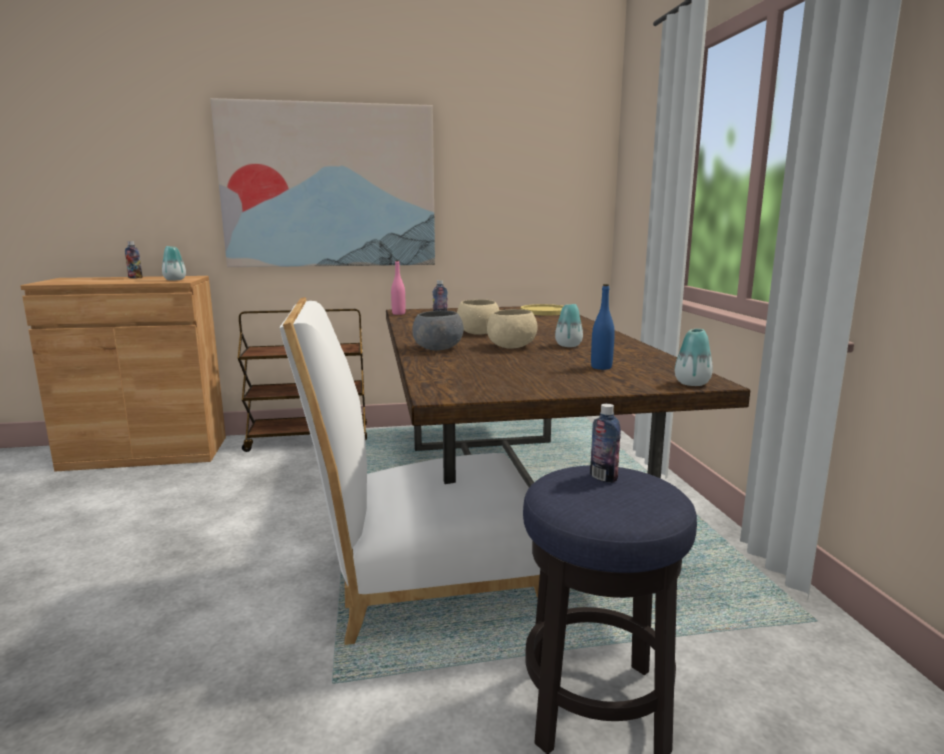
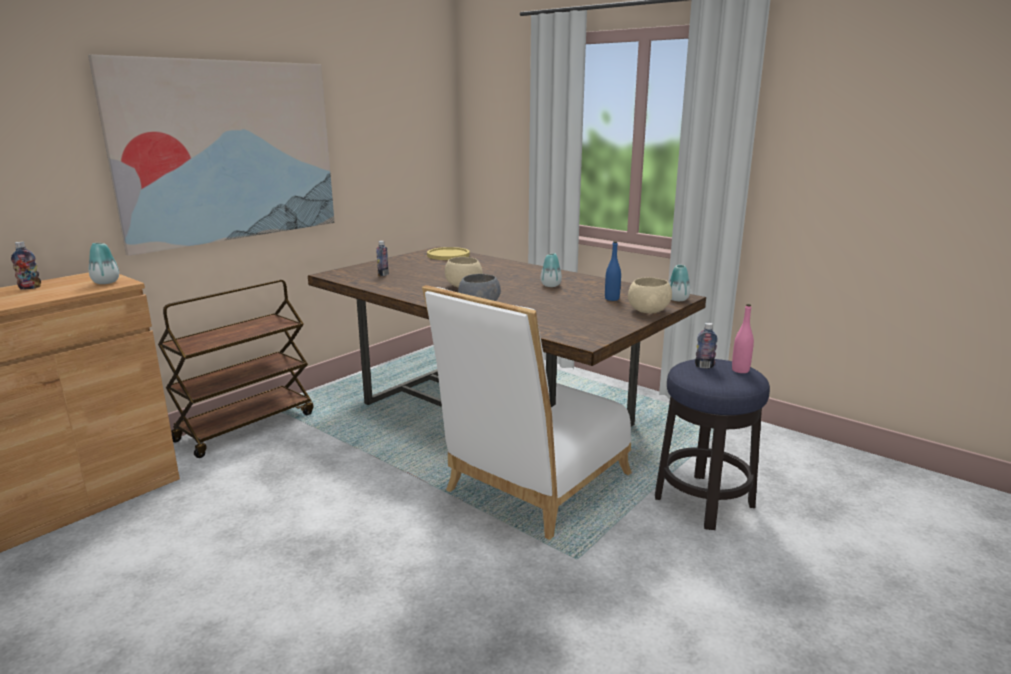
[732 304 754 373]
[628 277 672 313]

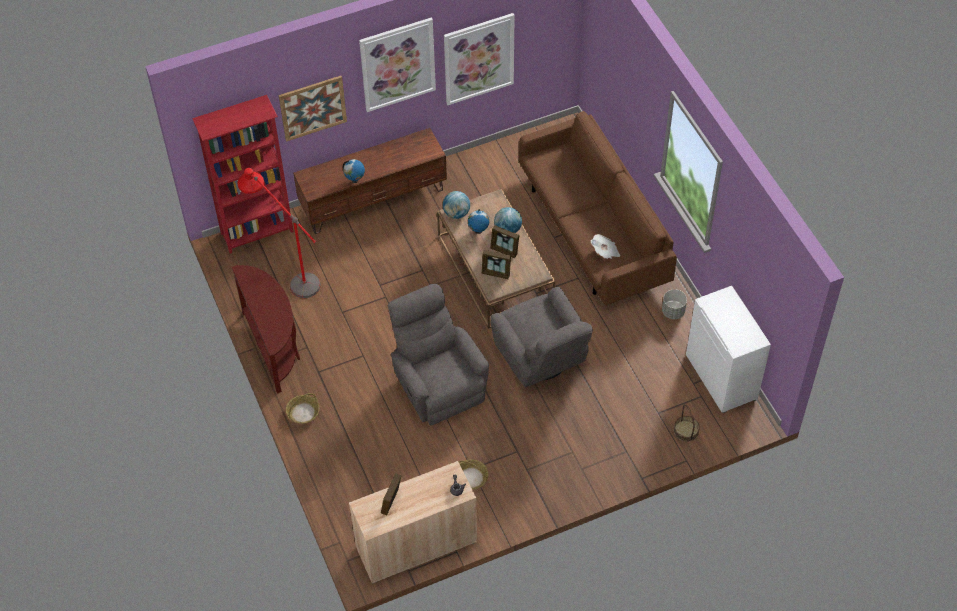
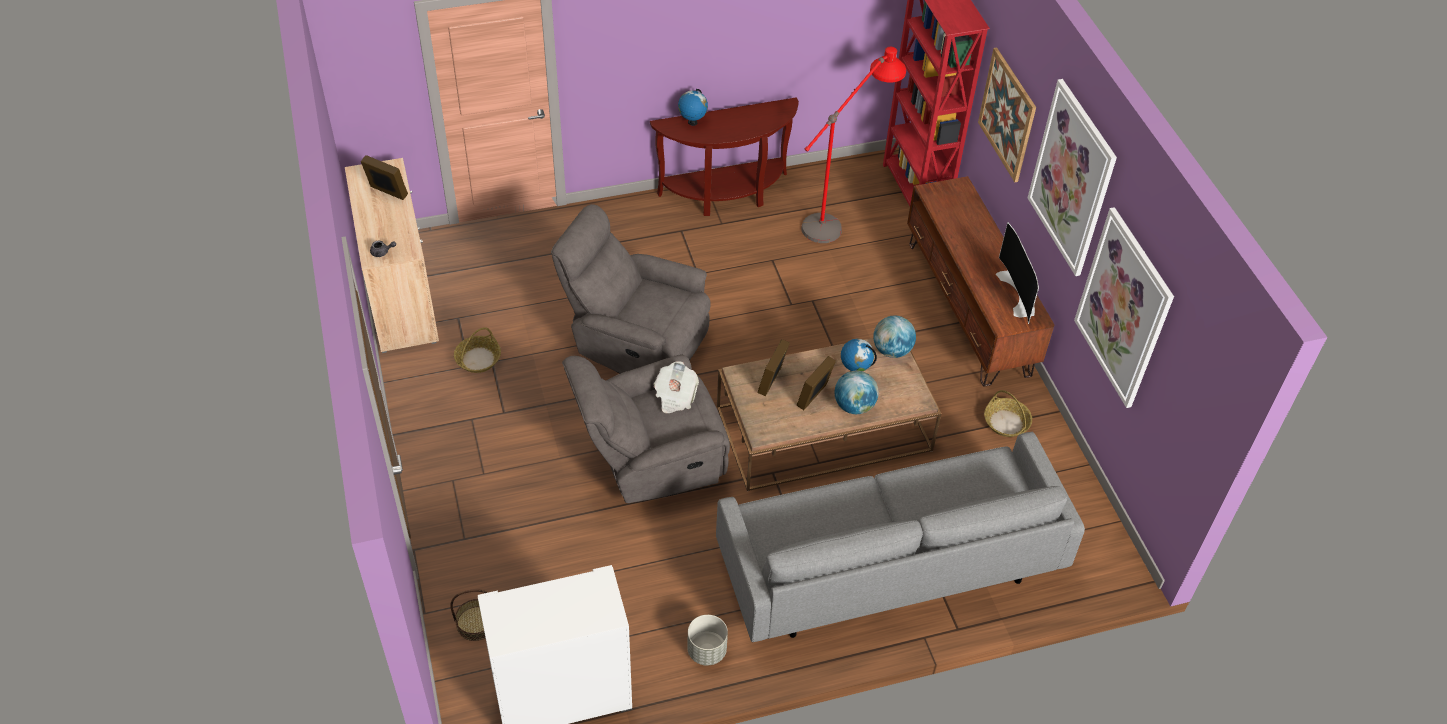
[984 390 1032 437]
[678 89 708 126]
[551 204 711 374]
[716 432 1085 642]
[654 361 699 413]
[996 222 1039 324]

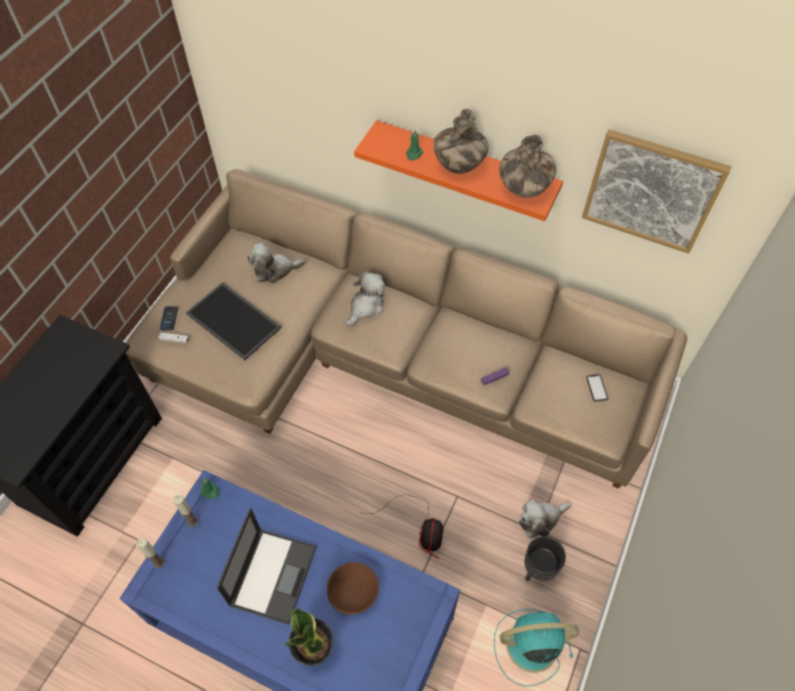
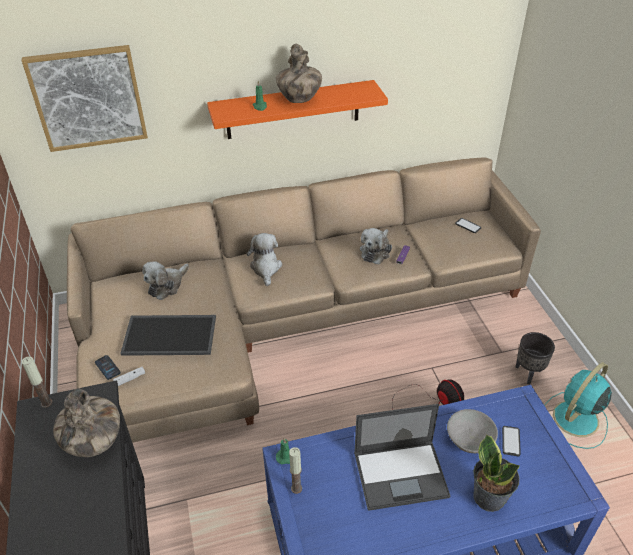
[21 356 52 408]
[354 404 450 511]
[447 409 498 453]
[53 388 120 457]
[360 228 392 265]
[22 45 148 152]
[502 426 521 456]

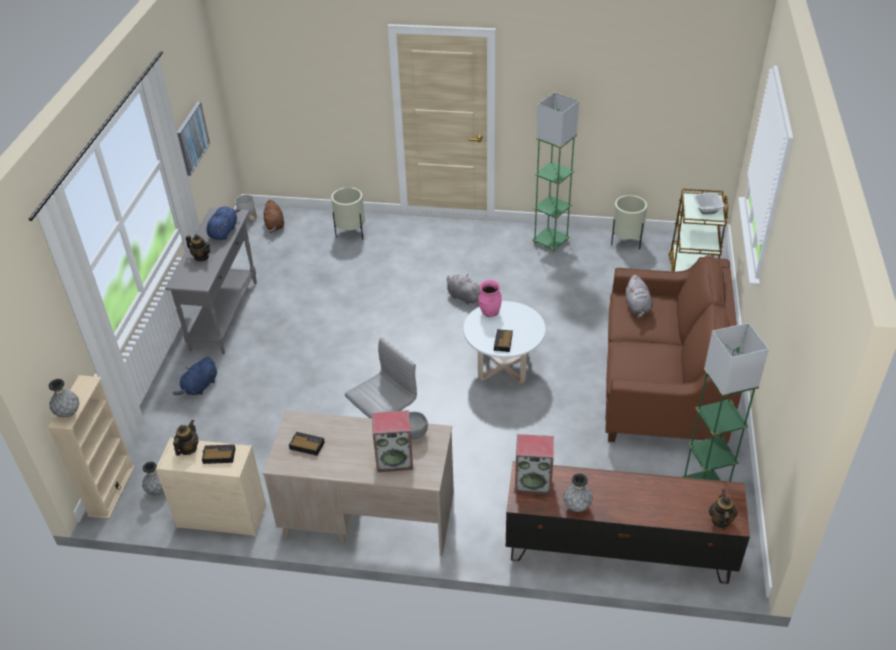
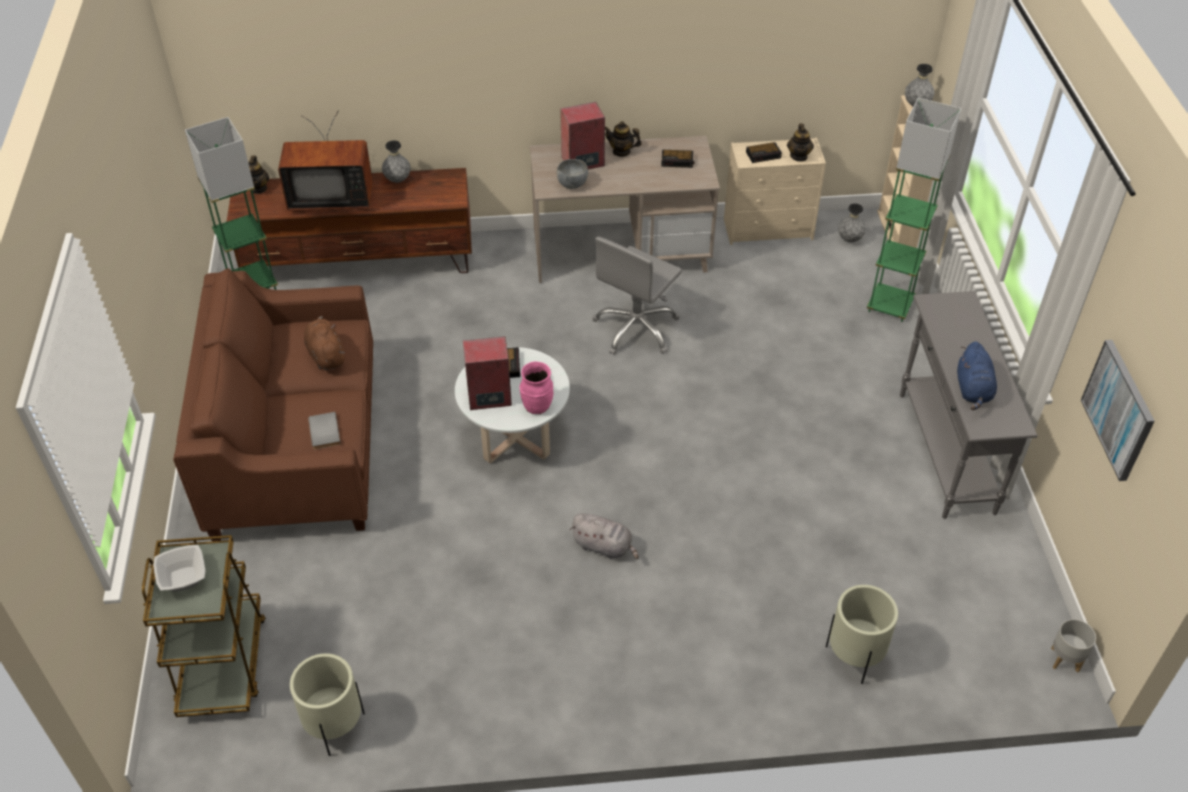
[173 357 217 395] (first image)
[605 121 642 157]
[304 316 344 370]
[463 336 512 410]
[867 98 961 322]
[308 412 341 449]
[278 110 373 211]

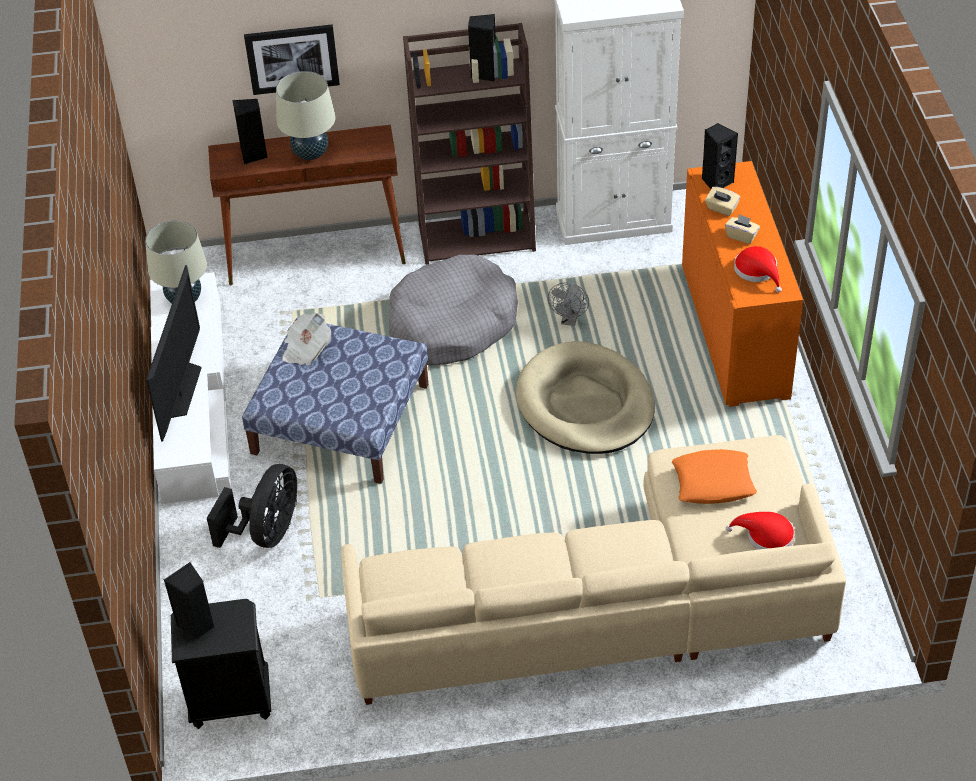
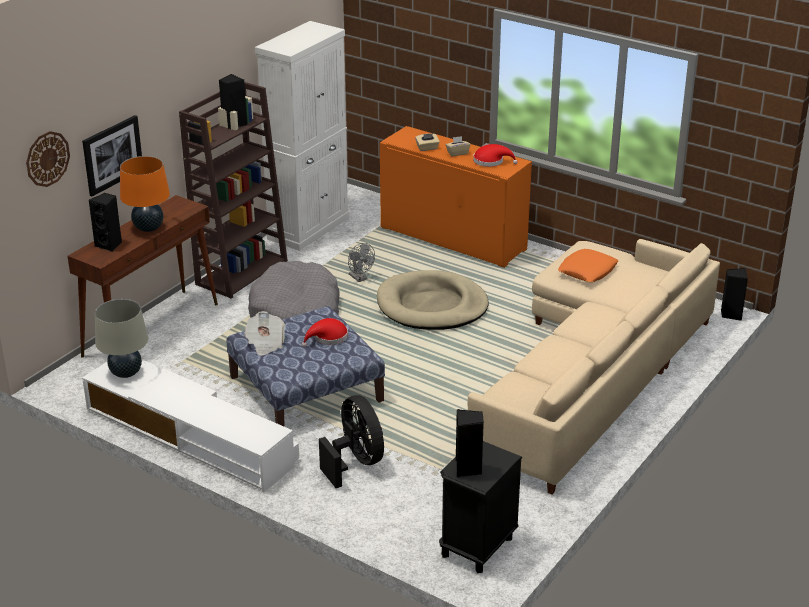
[146 265 202 442] (first image)
[120 156 170 232]
[721 268 748 321]
[302 318 348 347]
[26 131 70 187]

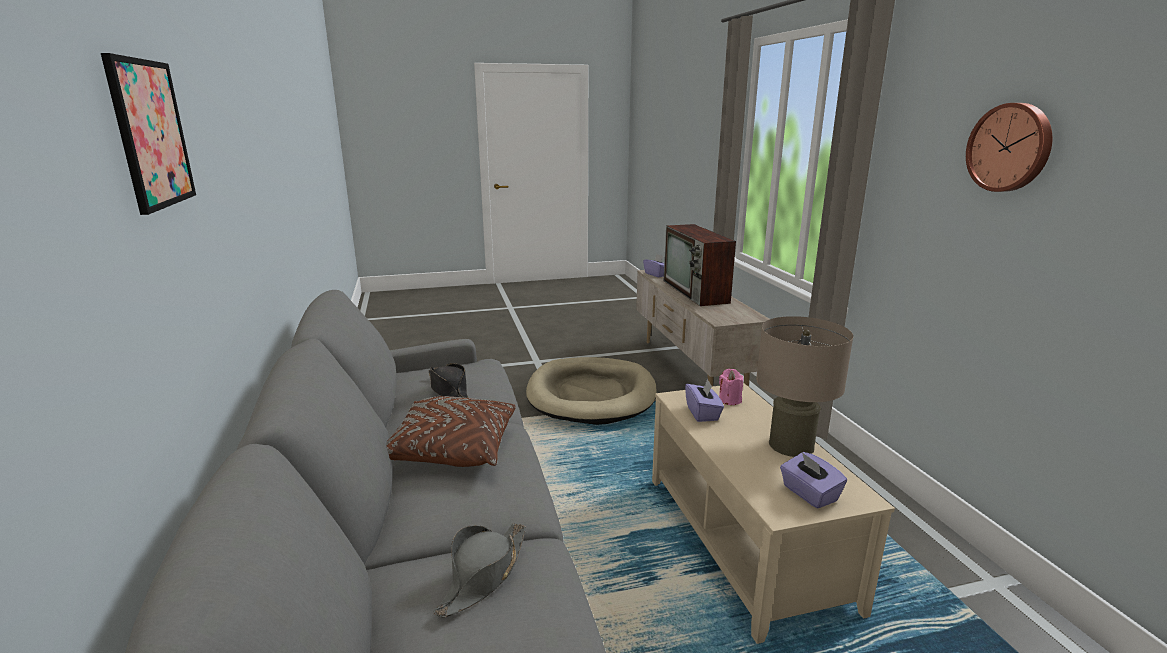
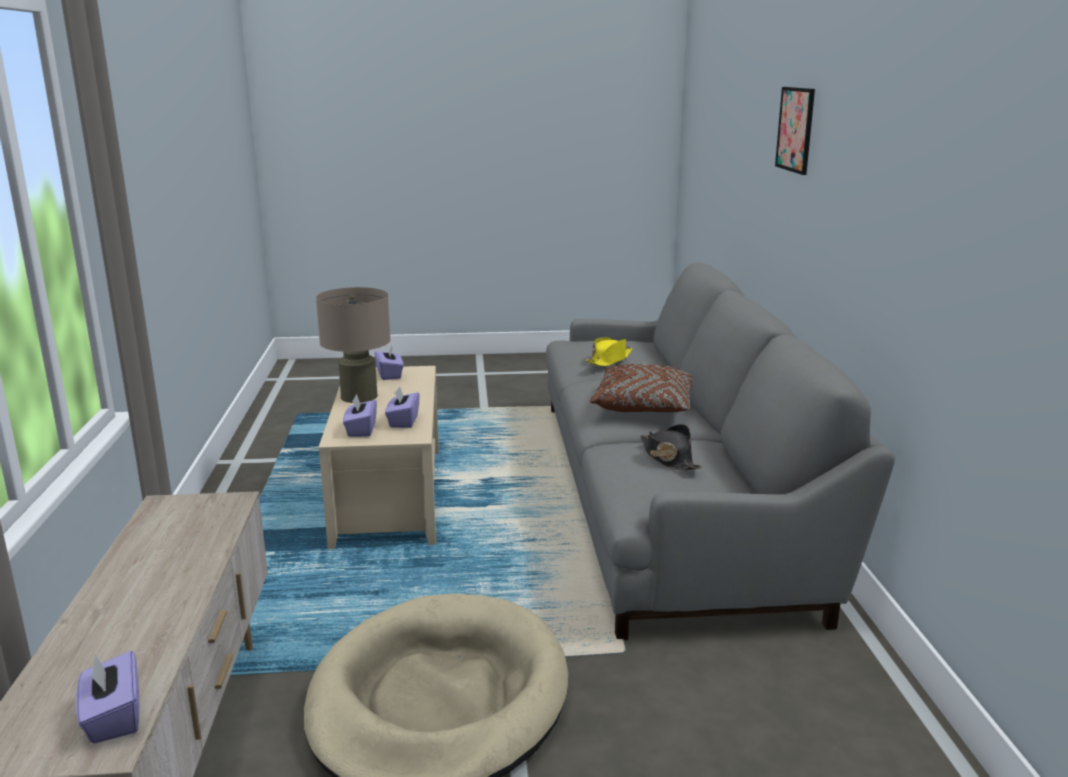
[586 337 632 367]
[664 224 736 306] (first image)
[343 394 377 437]
[966 103 1052 192] (first image)

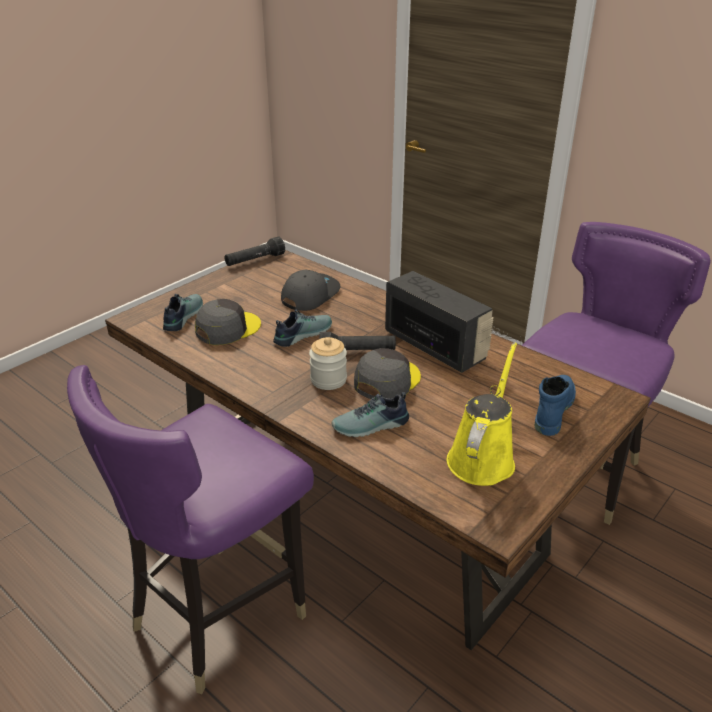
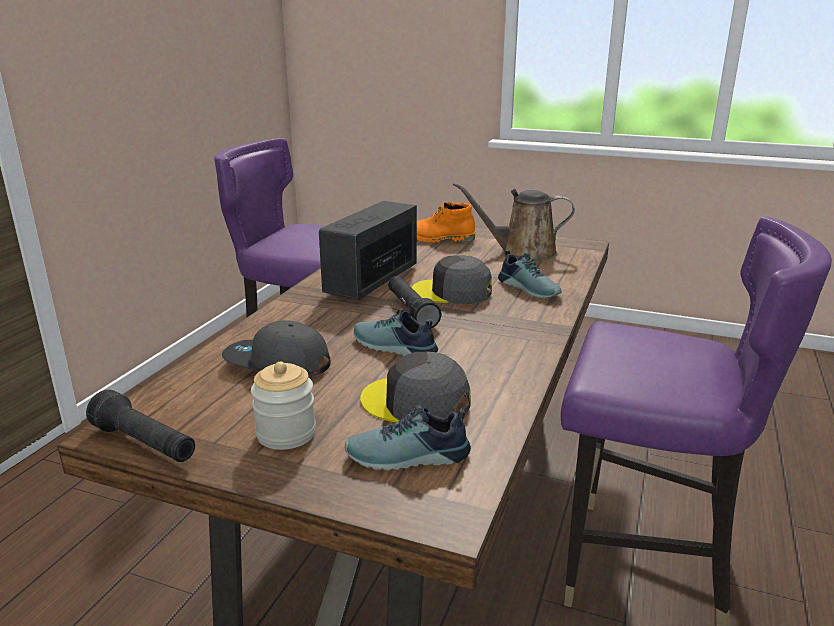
[251 362 316 450]
[453 182 575 261]
[417 202 475 243]

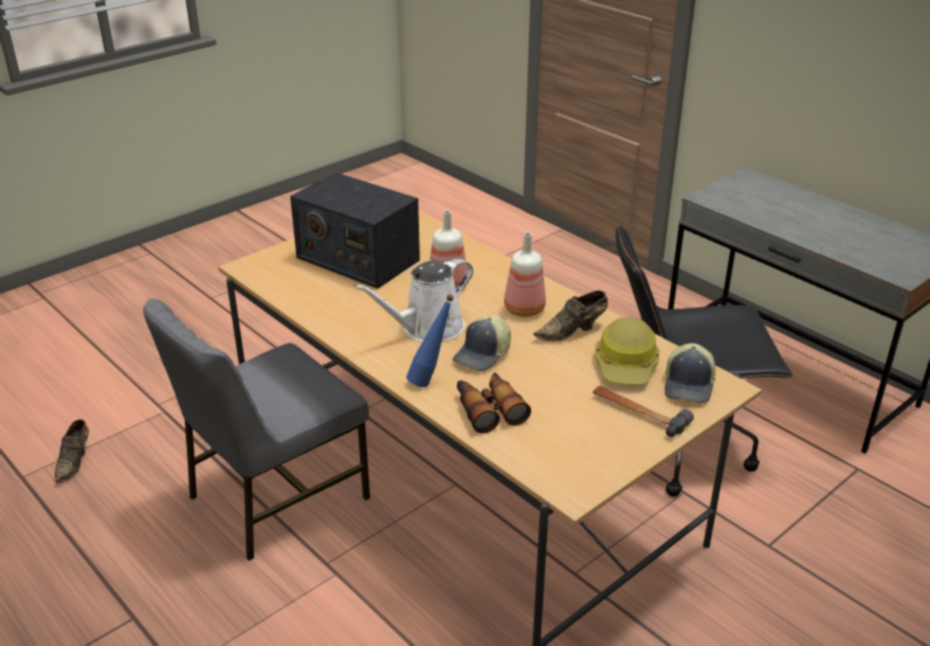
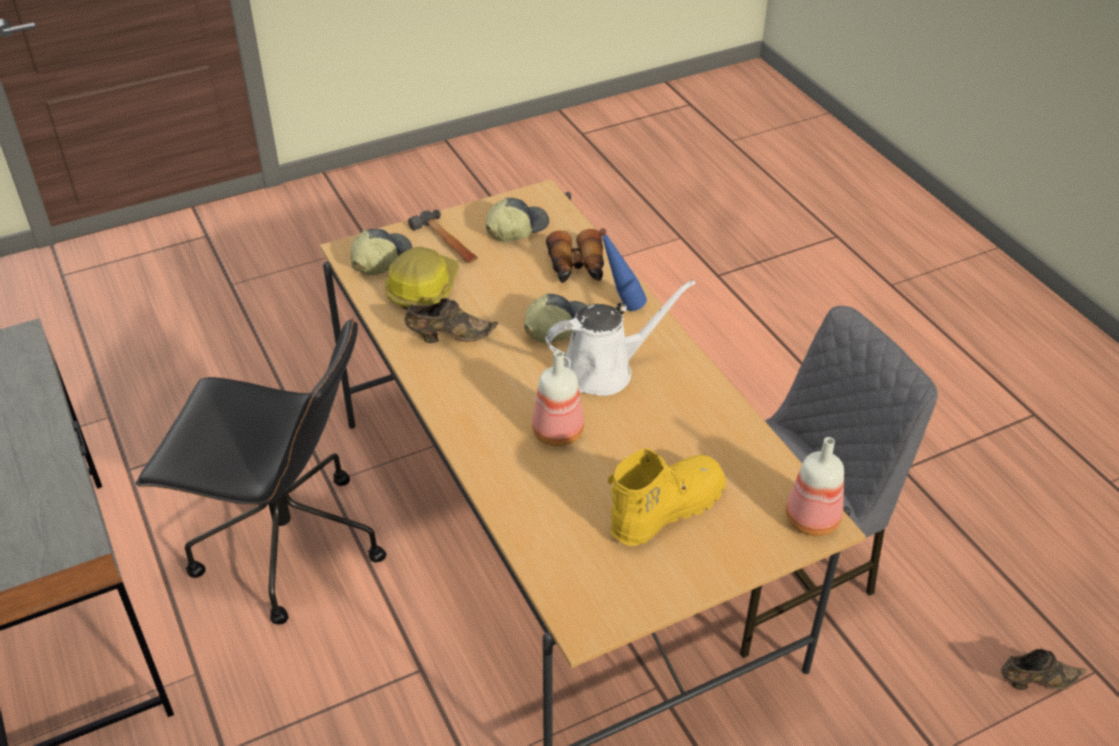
[1001 649 1086 690]
[608 448 726 546]
[786 437 844 536]
[486 198 549 242]

